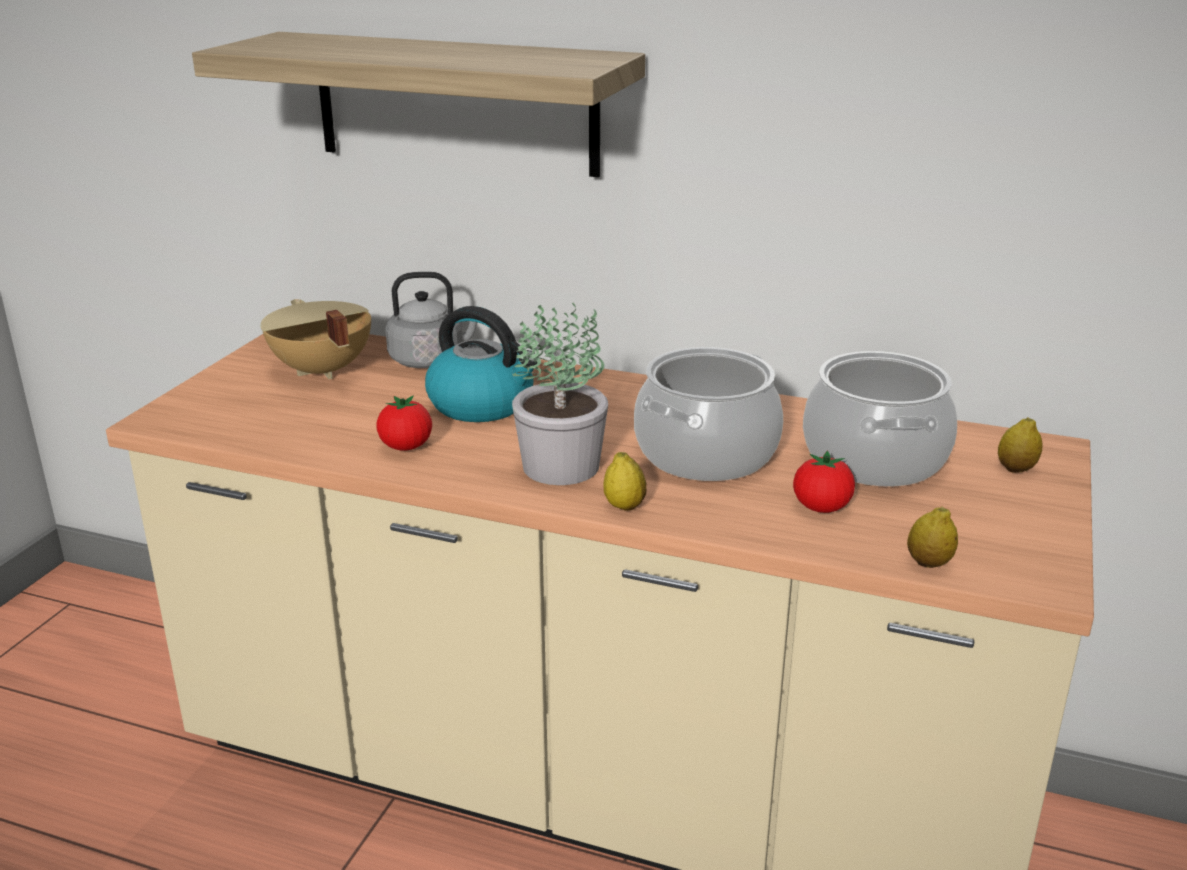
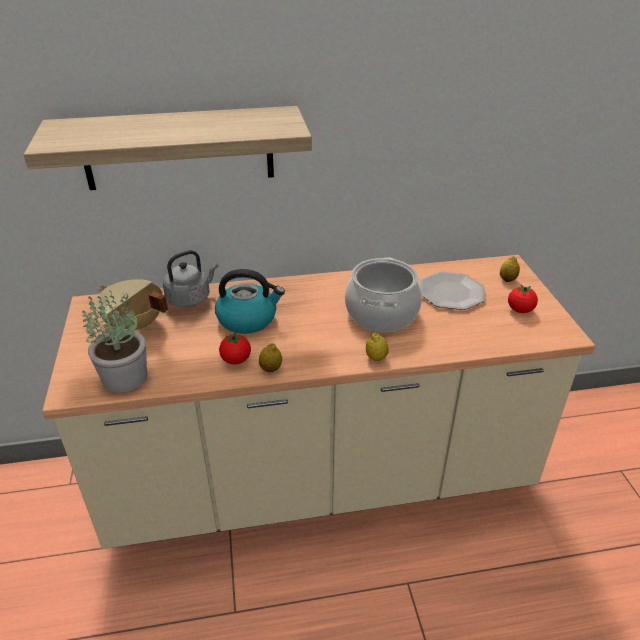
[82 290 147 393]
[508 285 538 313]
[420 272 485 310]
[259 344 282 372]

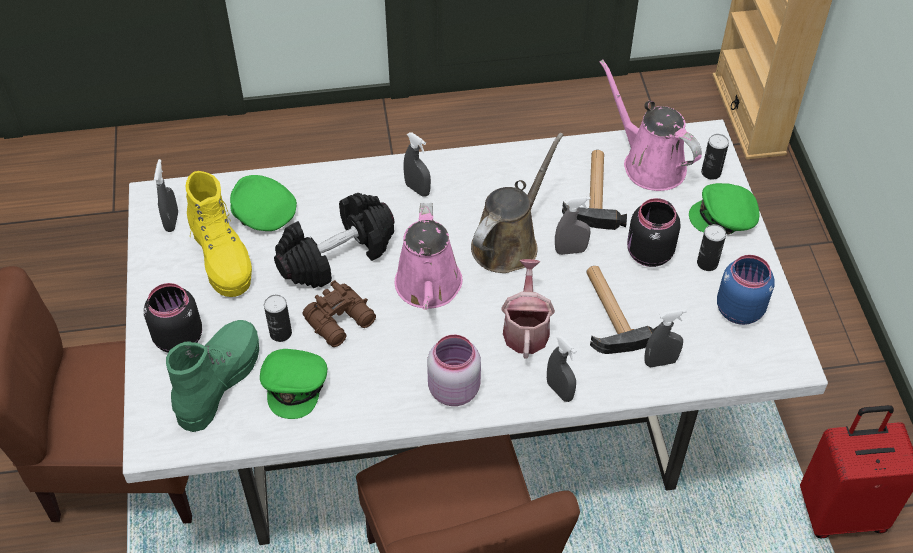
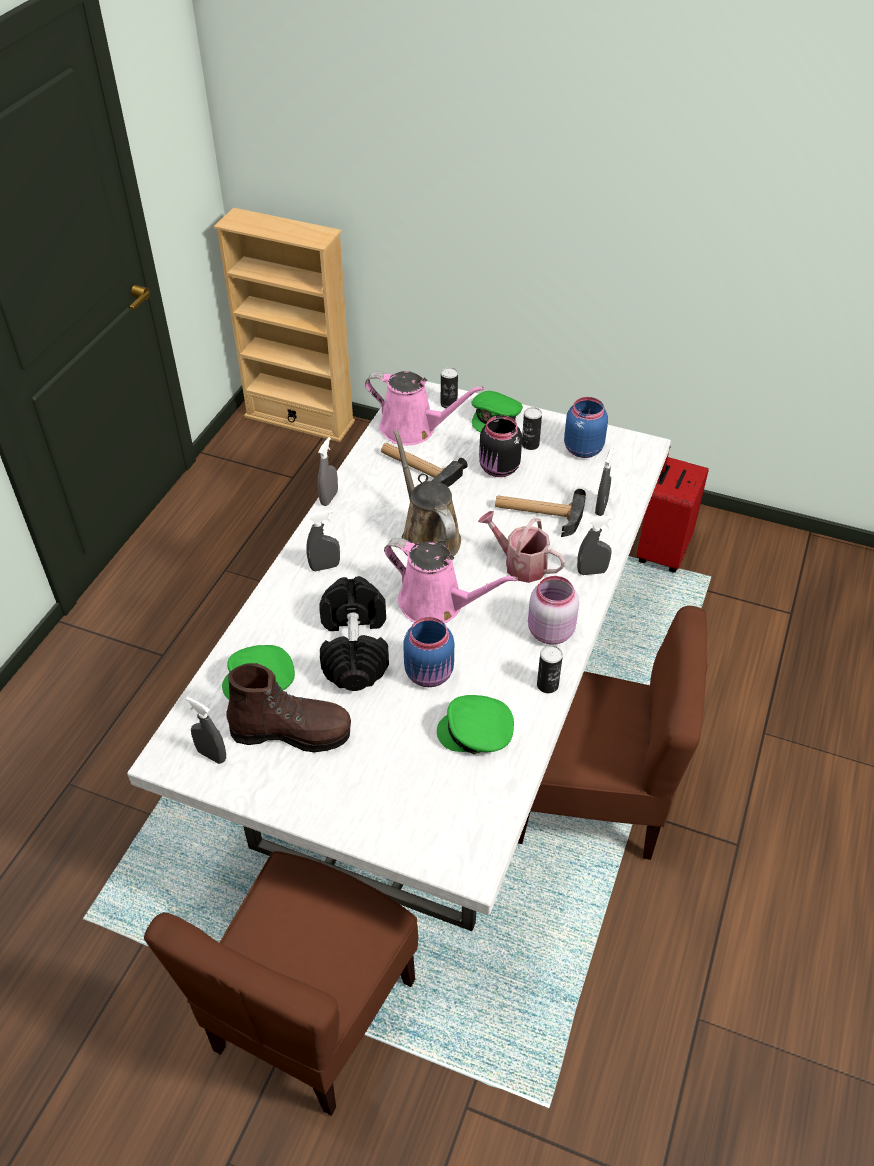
[144 283 202 353] (first image)
[166 320 259 432] (first image)
[226 663 351 752]
[437 695 514 754]
[537 645 563 693]
[403 617 454 687]
[318 437 338 506]
[365 371 484 445]

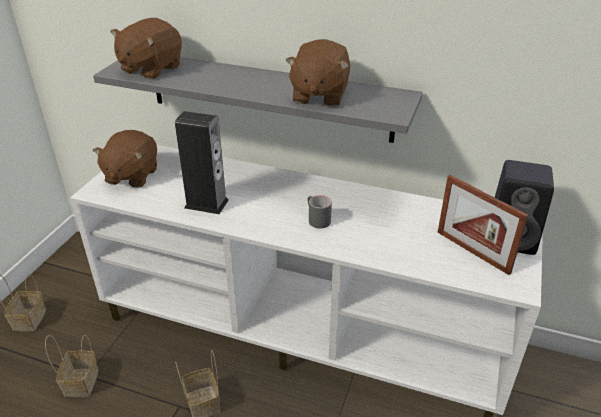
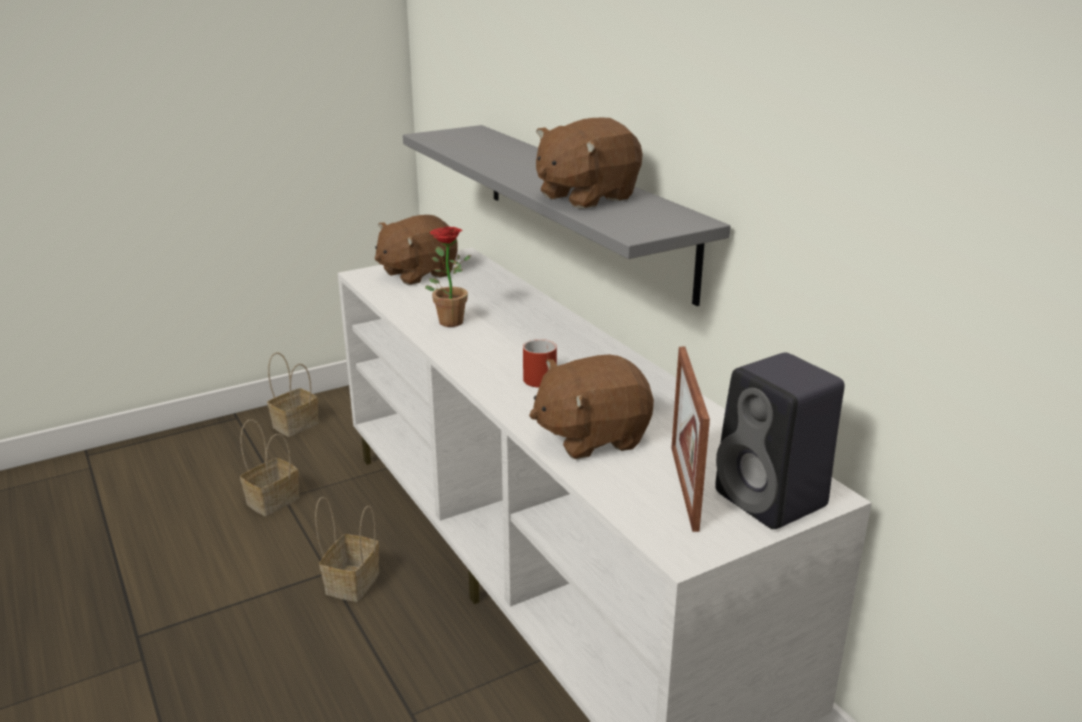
[529 355 654 459]
[425 227 471 327]
[523 339 557 388]

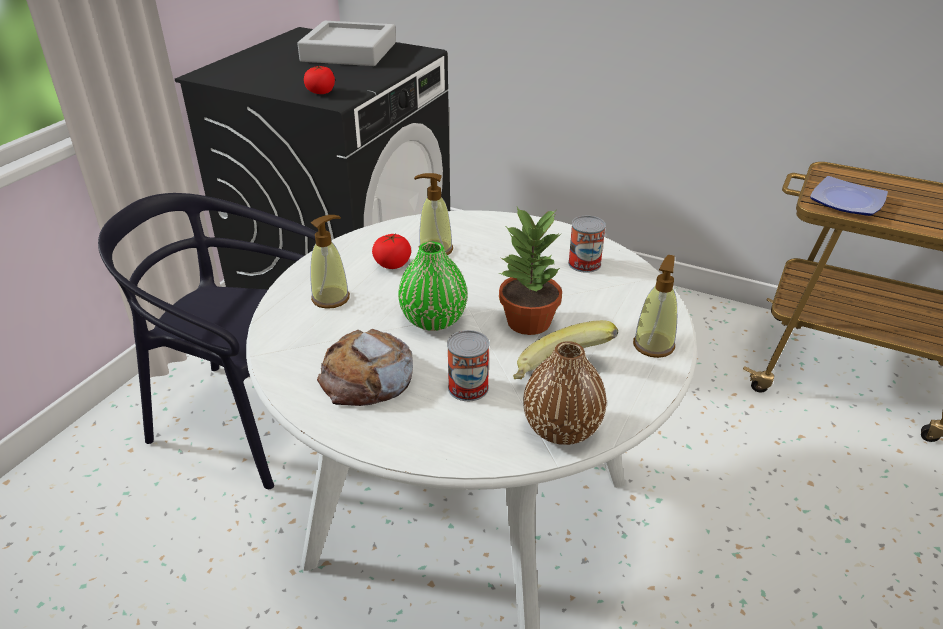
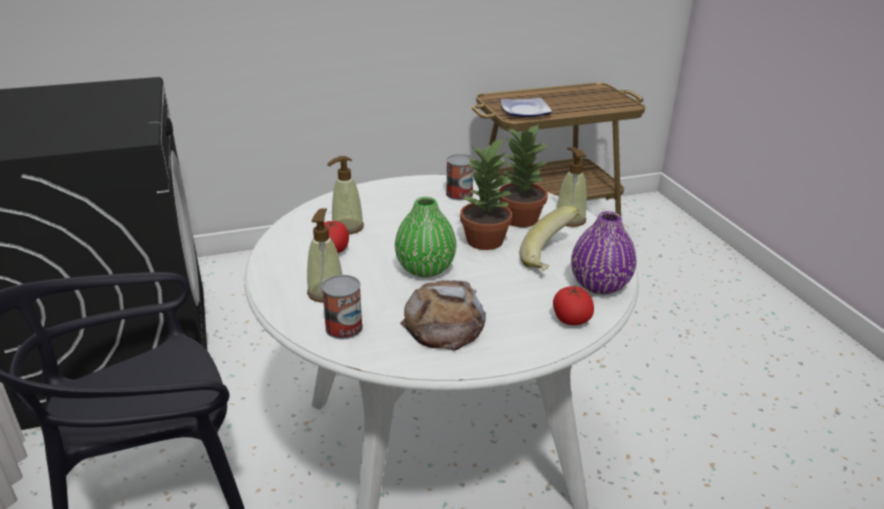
[297 21 396 66] (first image)
[553 285 594 325]
[322 275 363 339]
[571 211 636 294]
[498 123 549 227]

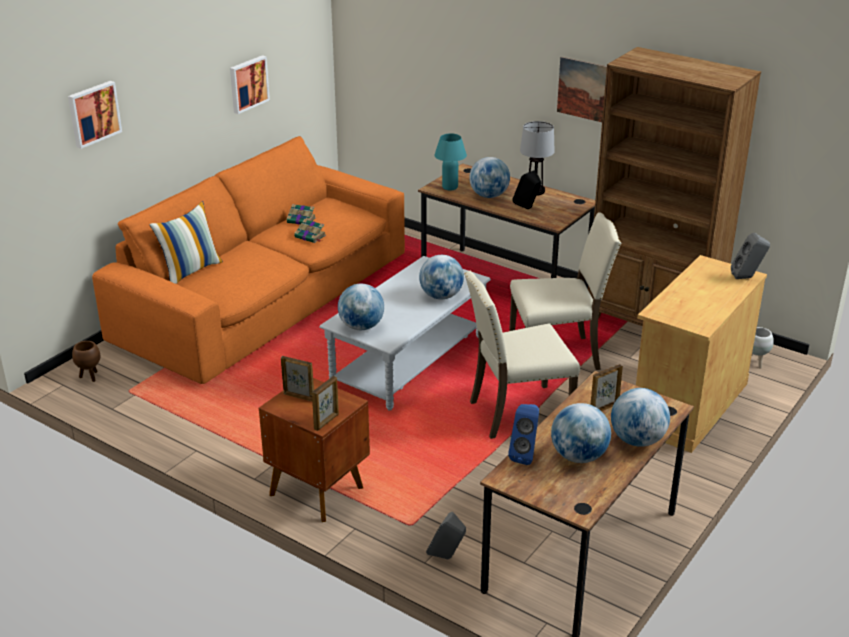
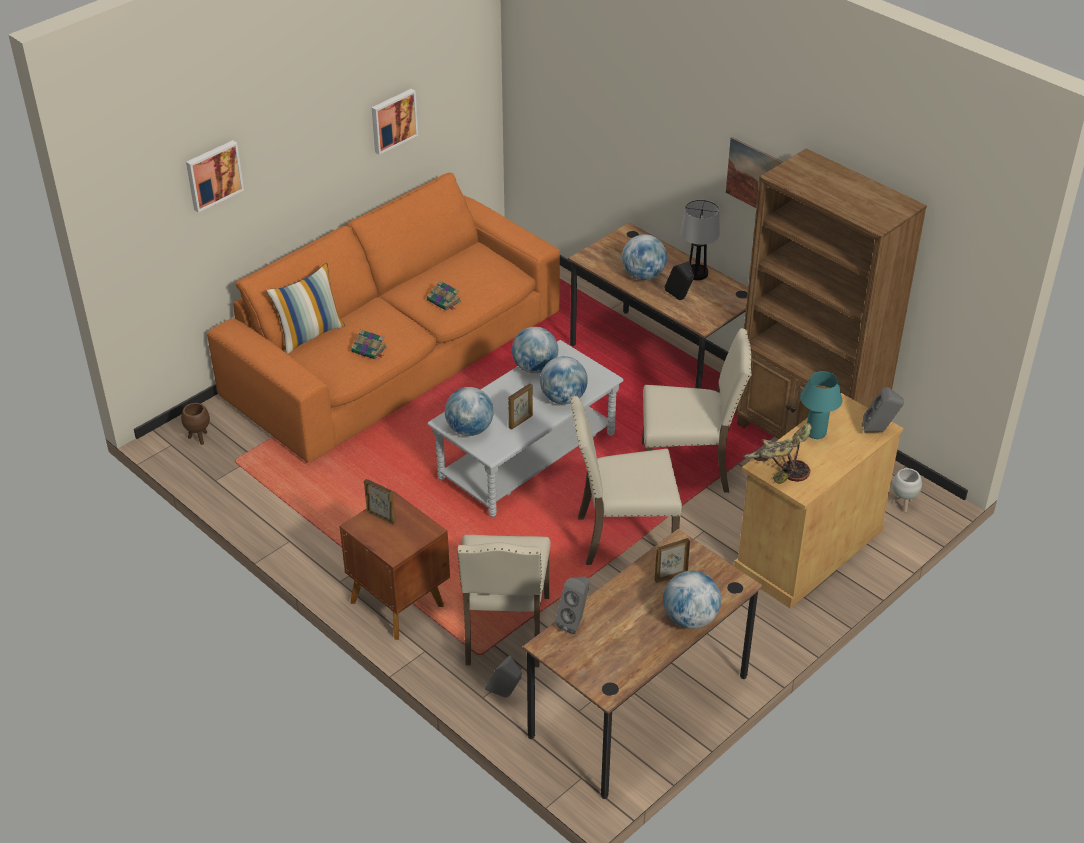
[351 329 387 359]
[508 383 533 430]
[800 371 842 439]
[555 576 590 634]
[512 327 558 374]
[457 535 551 667]
[742 423 812 484]

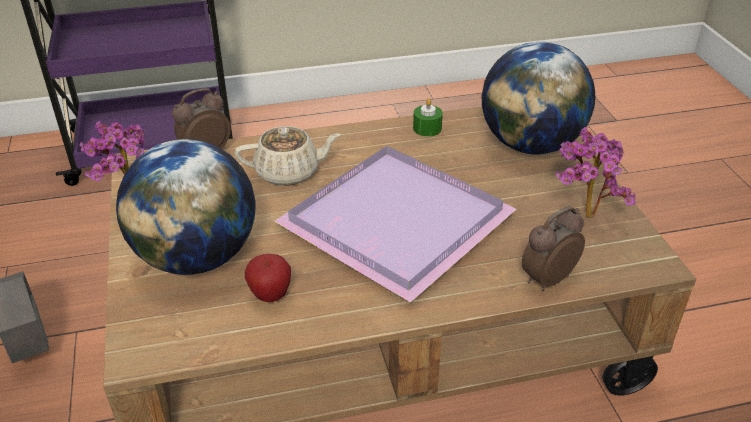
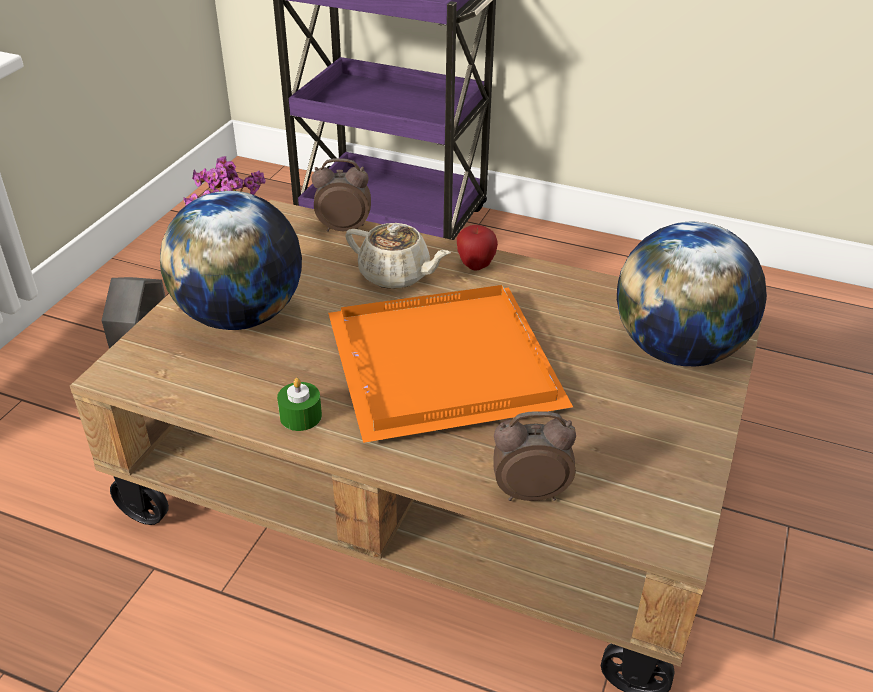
[457 225 498 271]
[328 285 573 443]
[277 378 322 431]
[556 127 636 218] (first image)

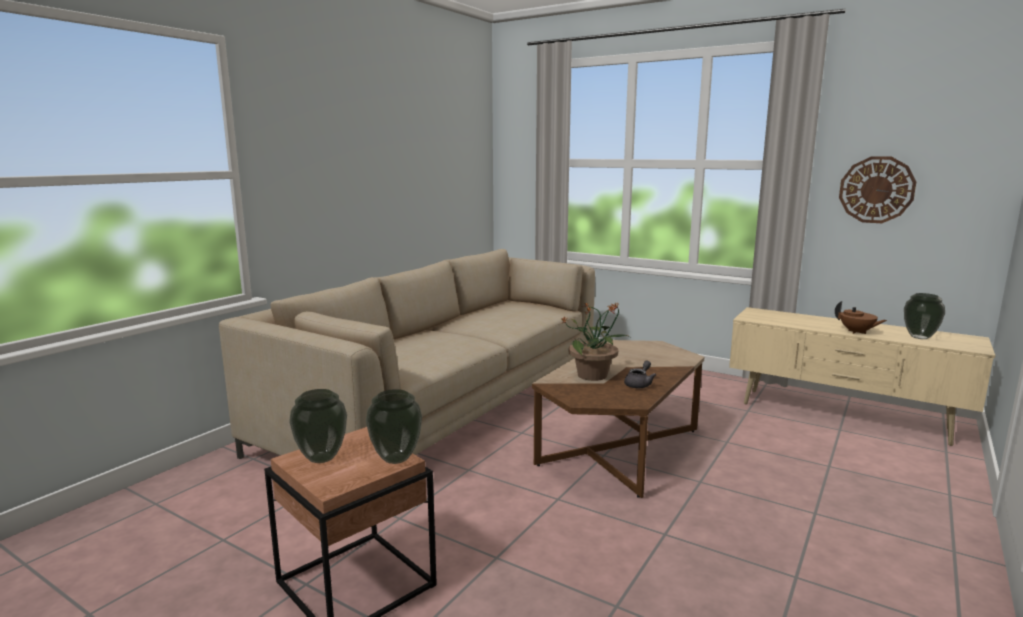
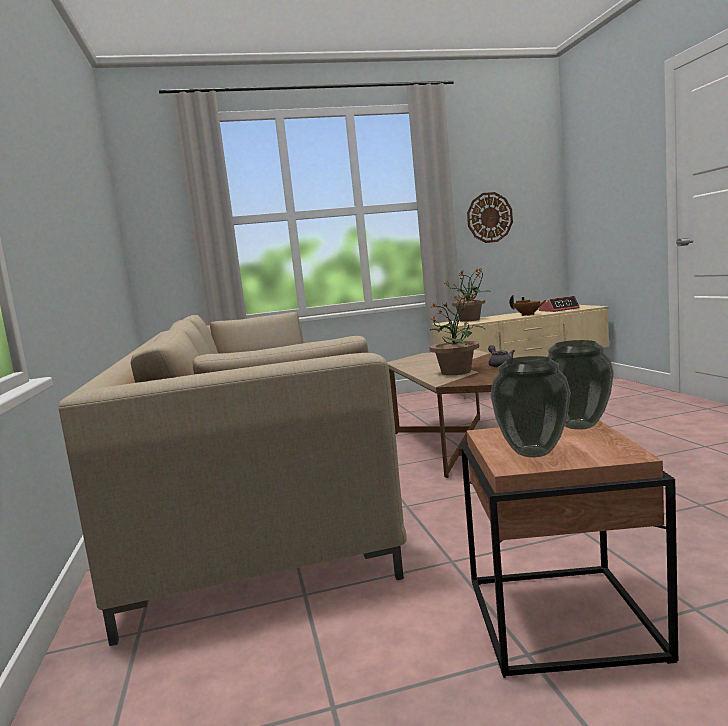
[539 296 580 312]
[445 268 492 322]

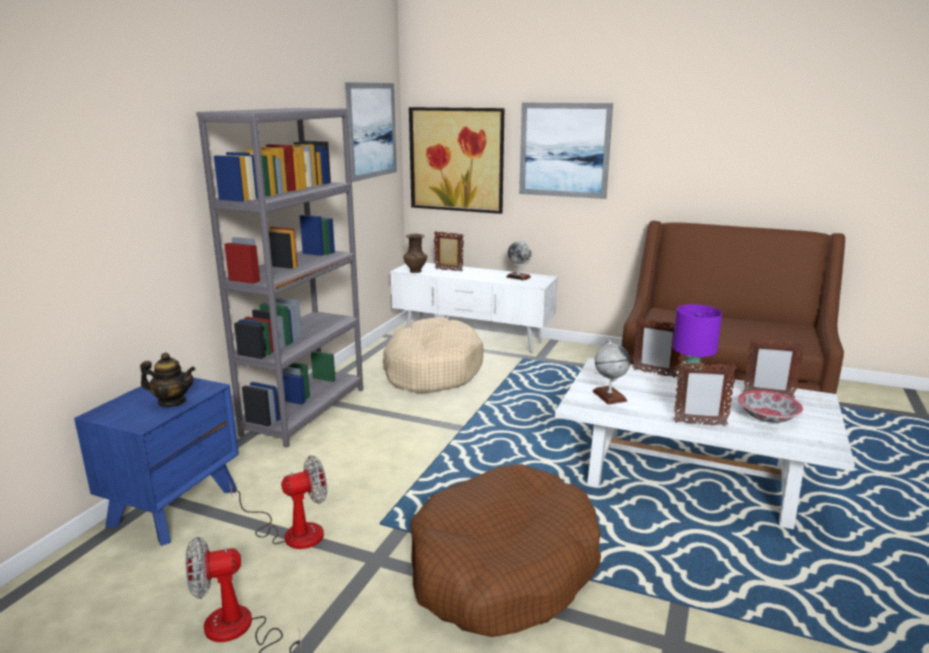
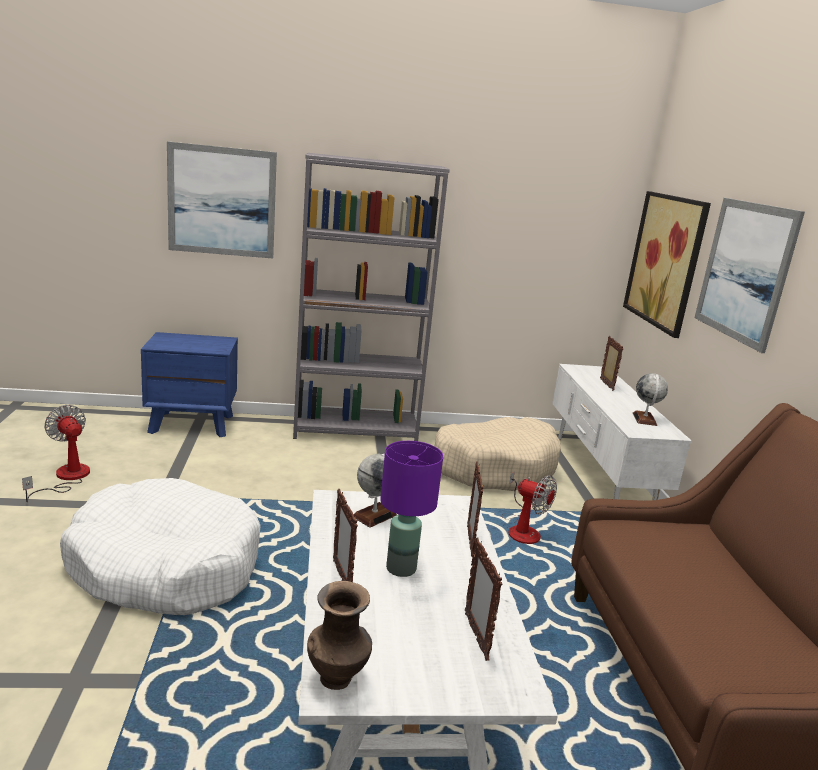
[140 353 196 407] (first image)
[502 472 557 544]
[167 141 277 258]
[307 581 372 690]
[60 478 261 615]
[738 390 803 423] (first image)

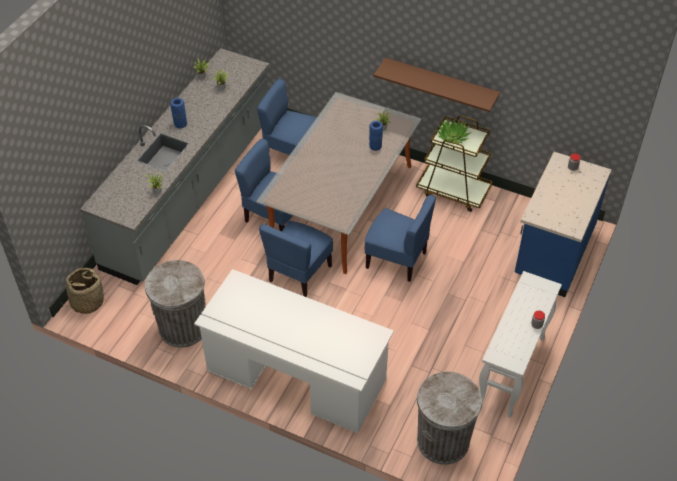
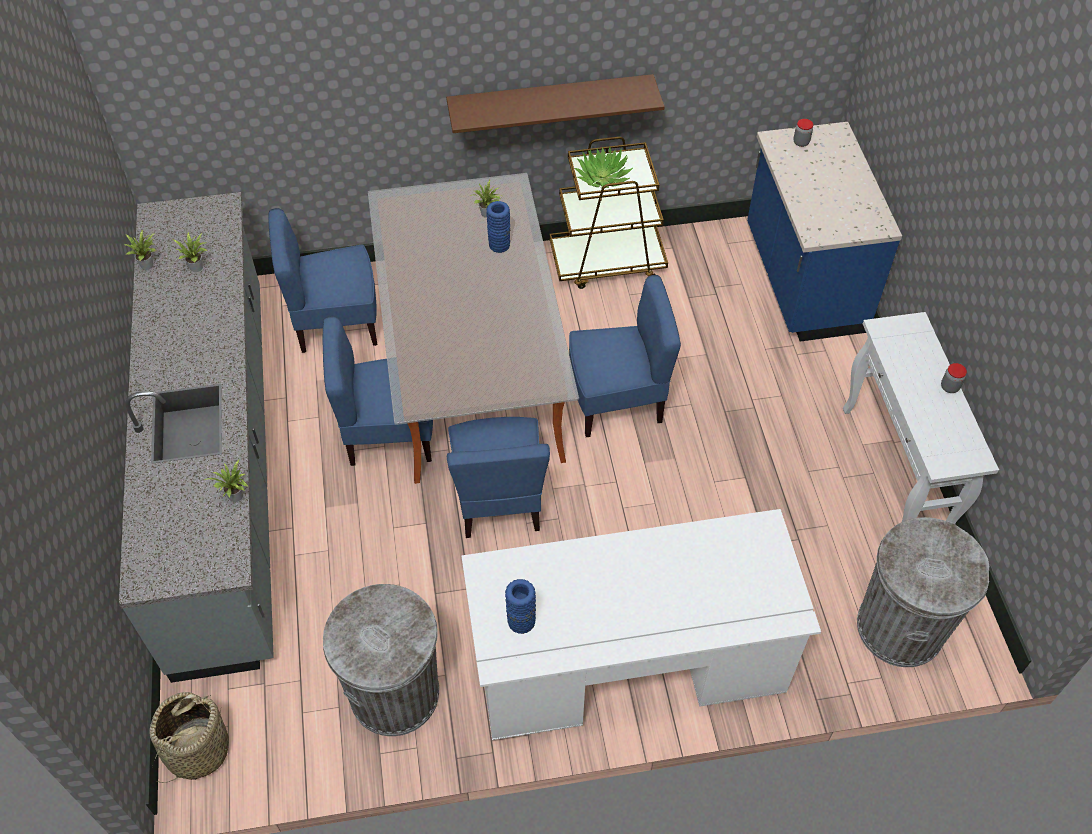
[505 579 536 634]

